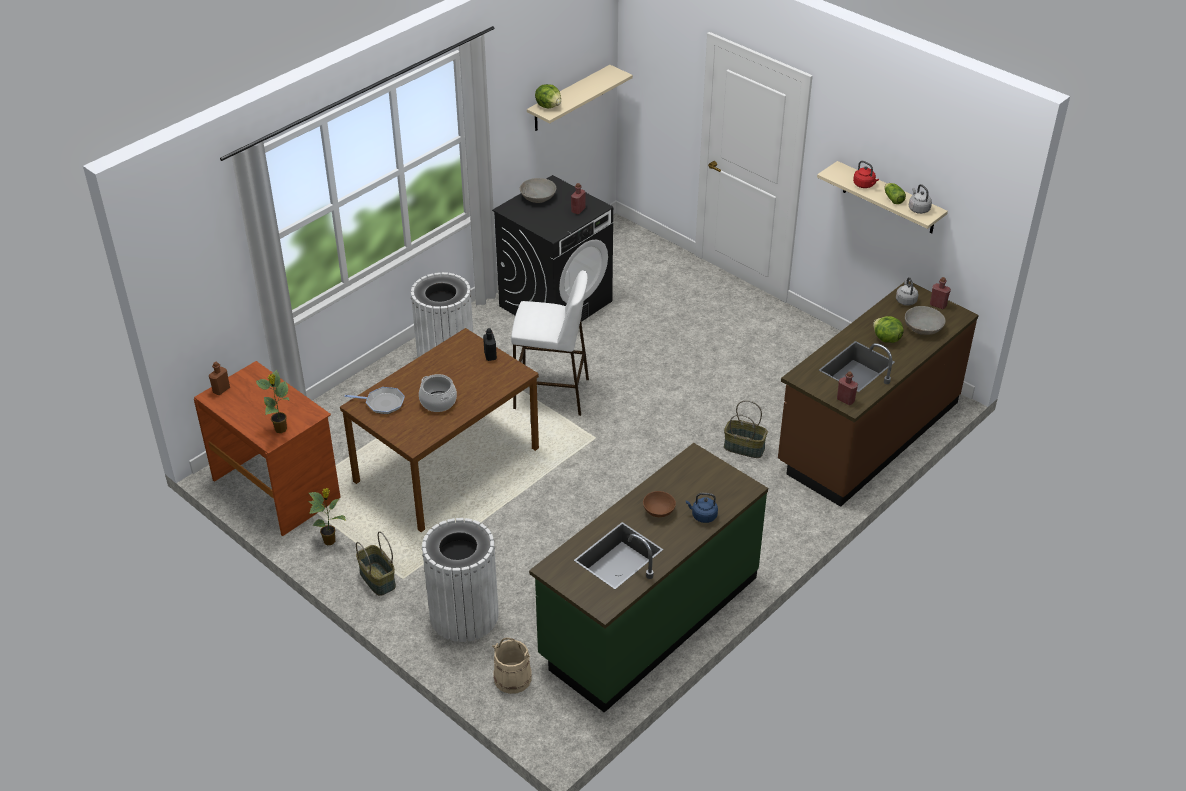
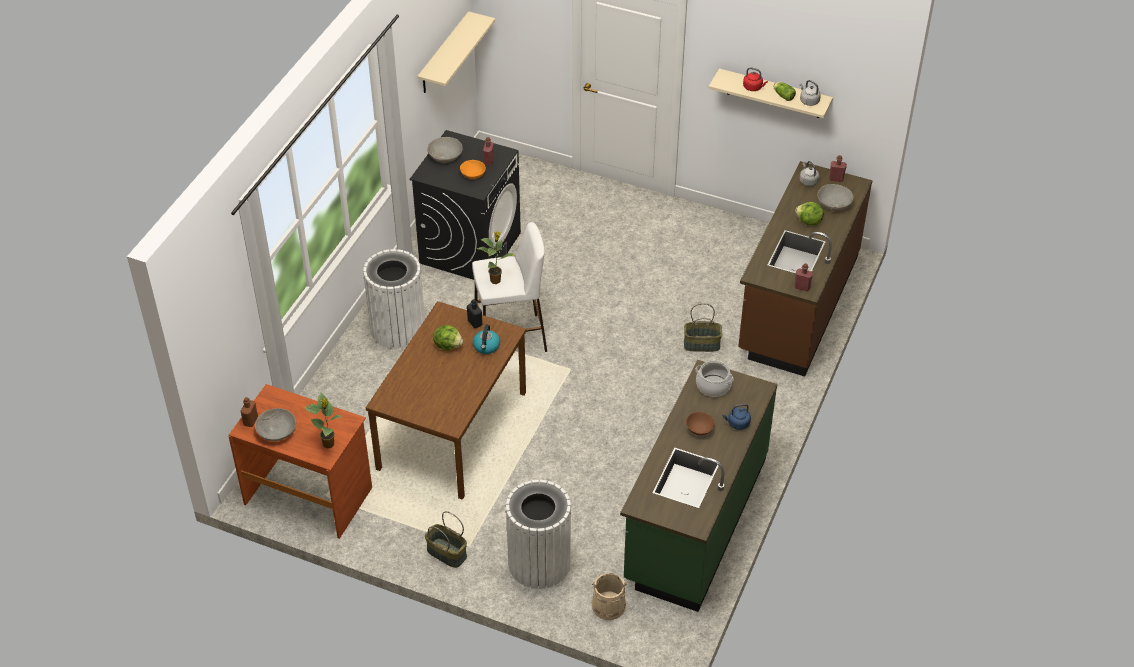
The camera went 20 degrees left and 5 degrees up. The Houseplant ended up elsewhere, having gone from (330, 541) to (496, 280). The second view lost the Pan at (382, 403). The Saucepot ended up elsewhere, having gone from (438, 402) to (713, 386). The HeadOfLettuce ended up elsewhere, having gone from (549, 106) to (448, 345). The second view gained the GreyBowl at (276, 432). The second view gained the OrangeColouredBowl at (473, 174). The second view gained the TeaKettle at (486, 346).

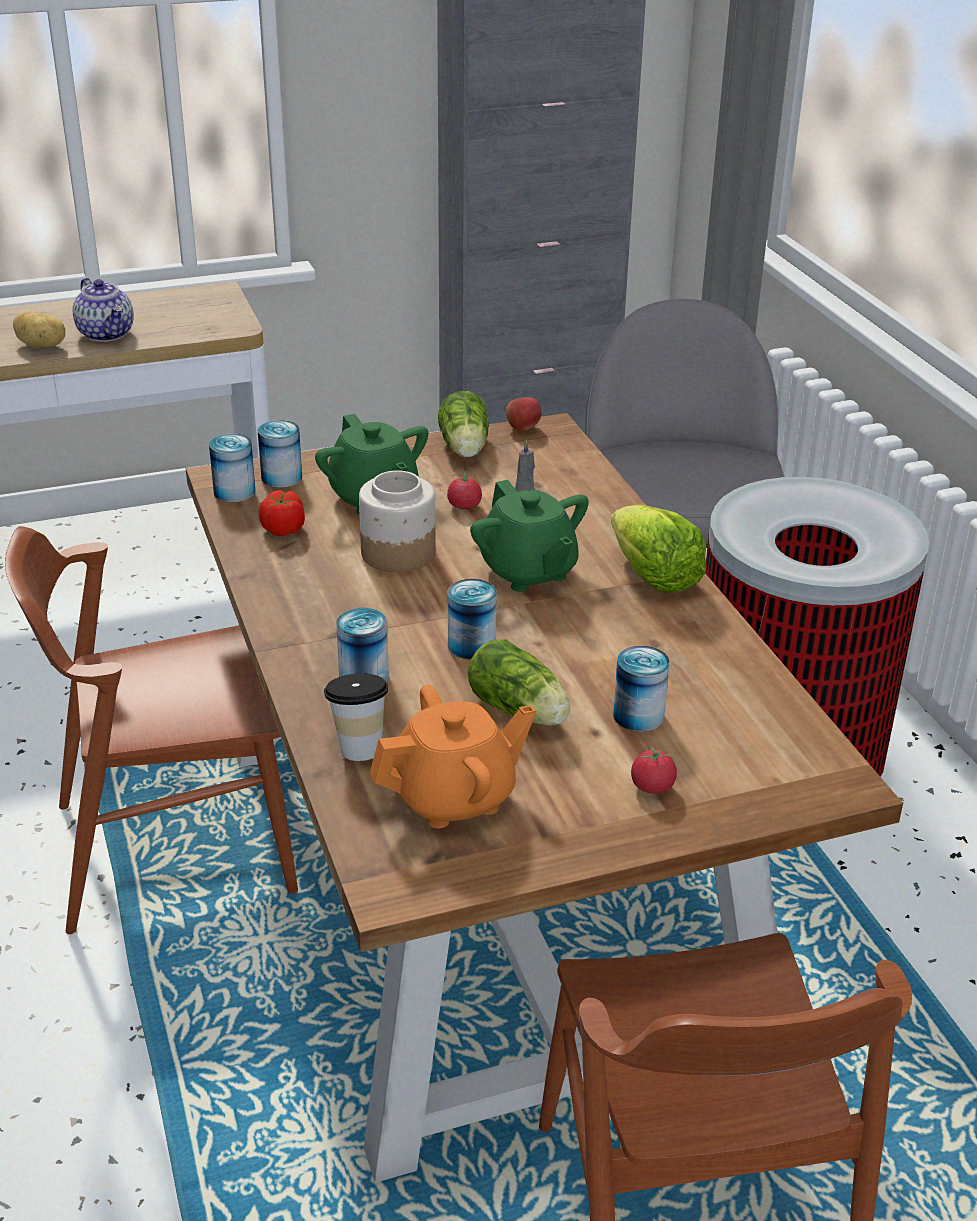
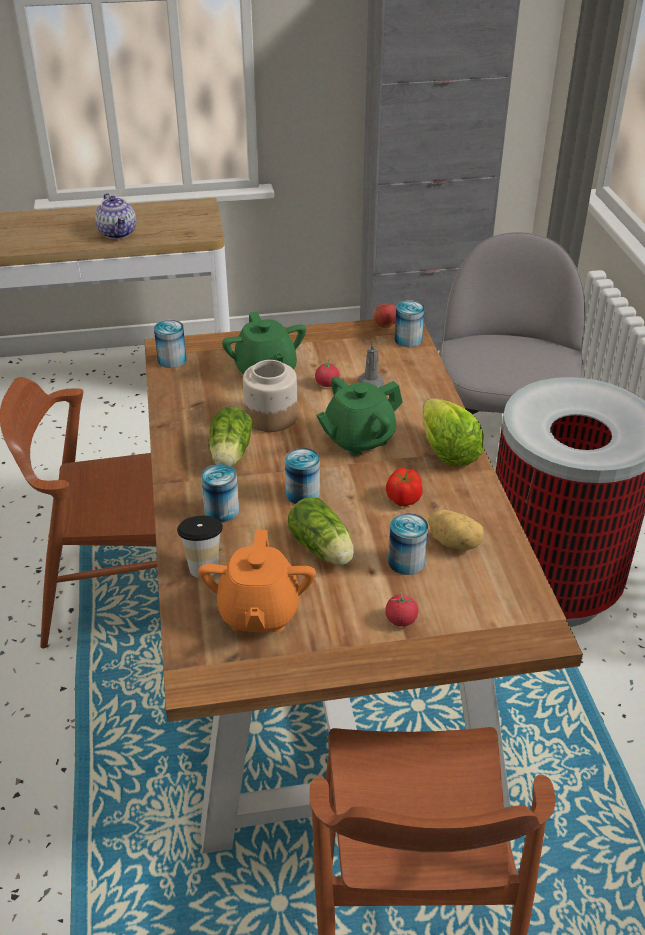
The camera went 10 degrees right and 5 degrees up. The Potato ended up elsewhere, having gone from (42, 346) to (455, 542). The MetalCan ended up elsewhere, having gone from (281, 477) to (408, 340). The WholeTomato ended up elsewhere, having gone from (283, 529) to (403, 499). The OrangeColouredPotForTea at (454, 798) ended up facing another way, 105 degrees clockwise from before. The HeadOfLettuce ended up elsewhere, having gone from (464, 449) to (229, 455). The GreenColouredPotForTea at (528, 571) ended up facing another way, 75 degrees clockwise from before.

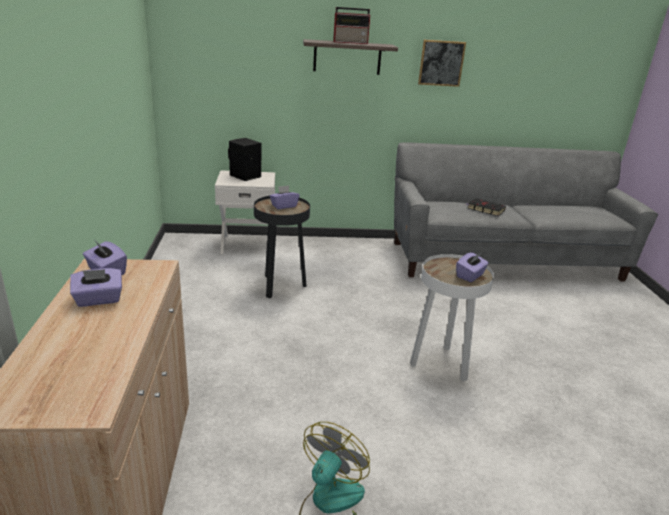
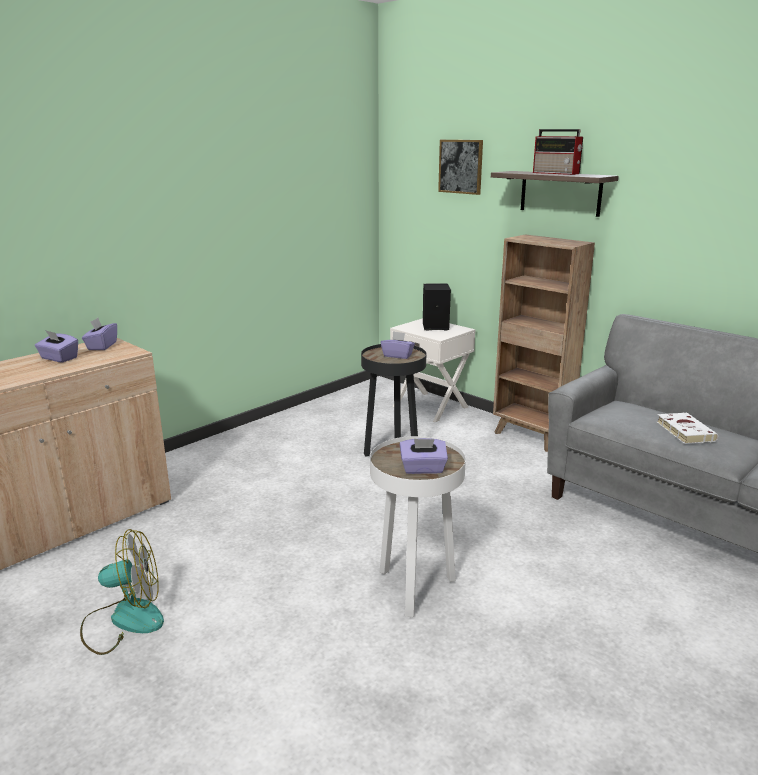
The camera went 50 degrees right and 5 degrees down. The Picture ended up elsewhere, having gone from (441, 63) to (461, 166). What was the BlackVolume at (484, 209) turned into the WhiteColouredVolume at (684, 431). The second view gained the BrownishBookshelf at (531, 437).

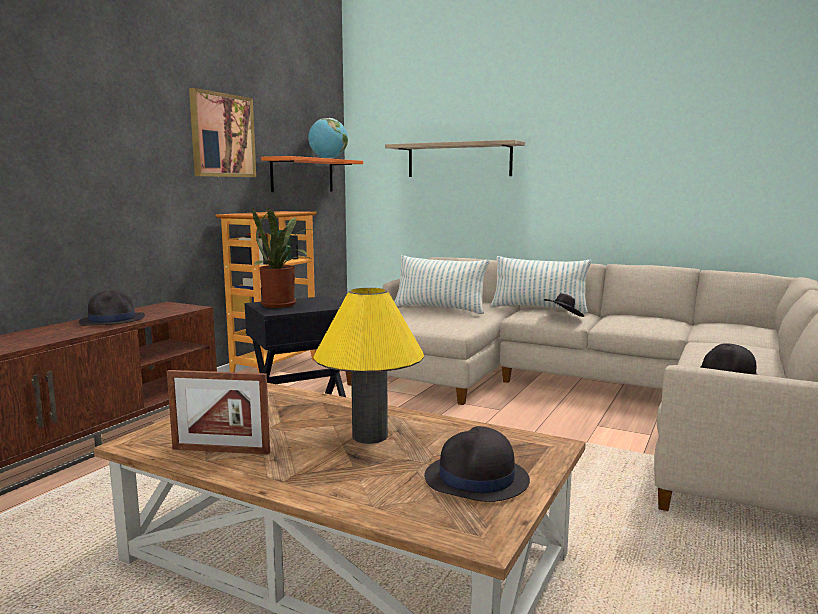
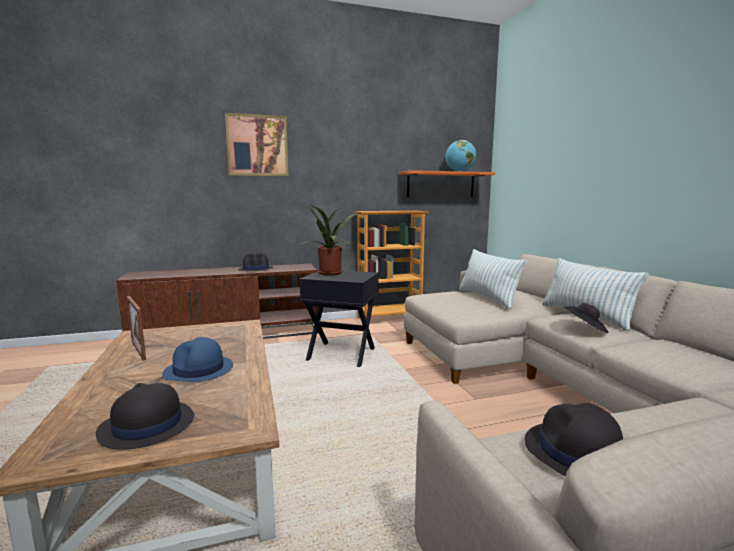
The camera went 45 degrees right and 0 degrees up. The Picture ended up elsewhere, having gone from (222, 135) to (257, 146). Where the YellowLampForATable stood at (370, 436), the BlueClothingHat came to stand at (199, 370). The second view lost the BracketShelf at (458, 160).

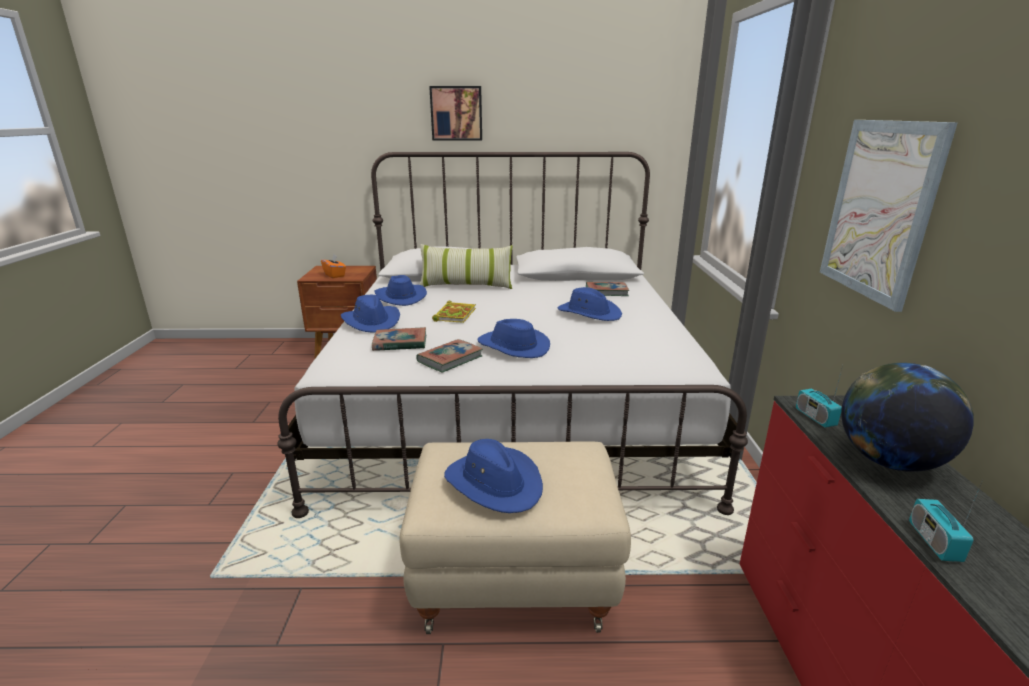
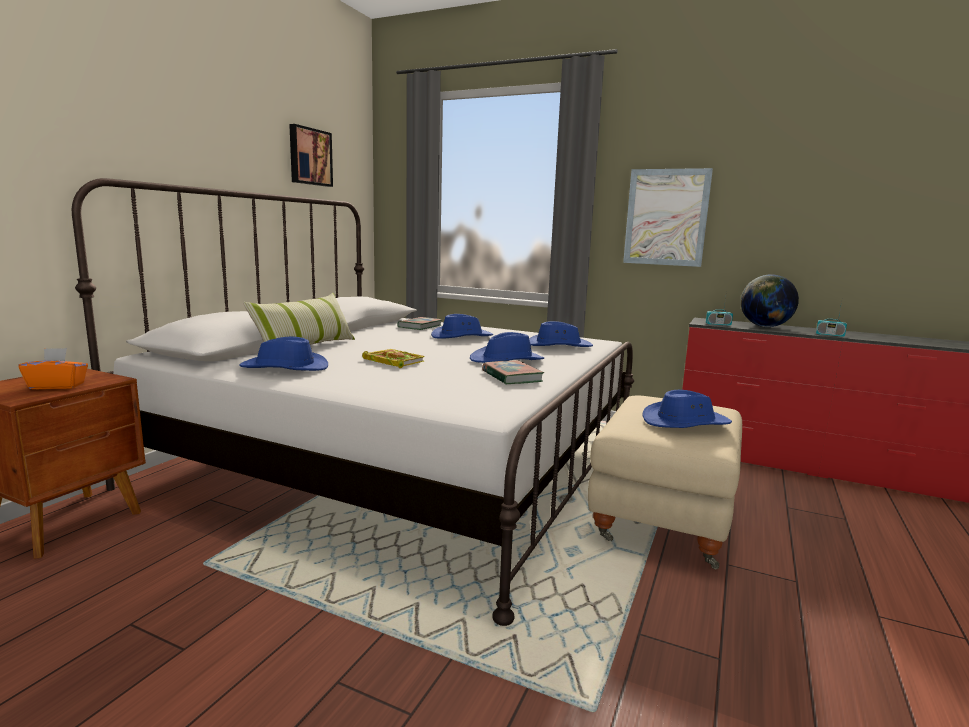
The camera went 65 degrees left and 10 degrees down. The BlueClothingHat ended up elsewhere, having gone from (372, 322) to (558, 345). The second view lost the Volume at (400, 343). The Picture ended up elsewhere, having gone from (456, 113) to (309, 157).

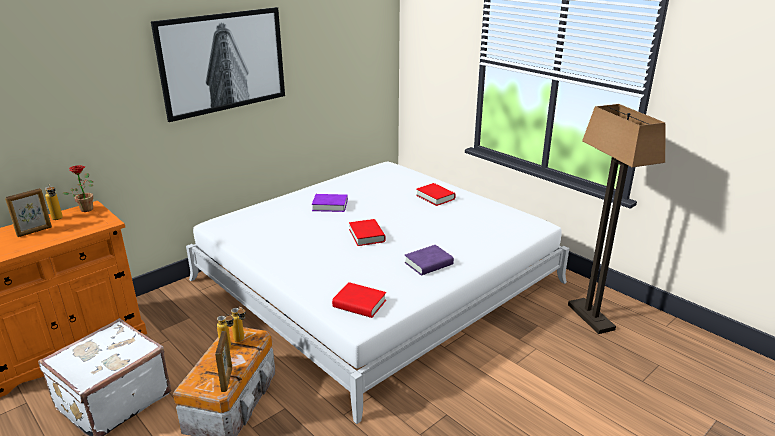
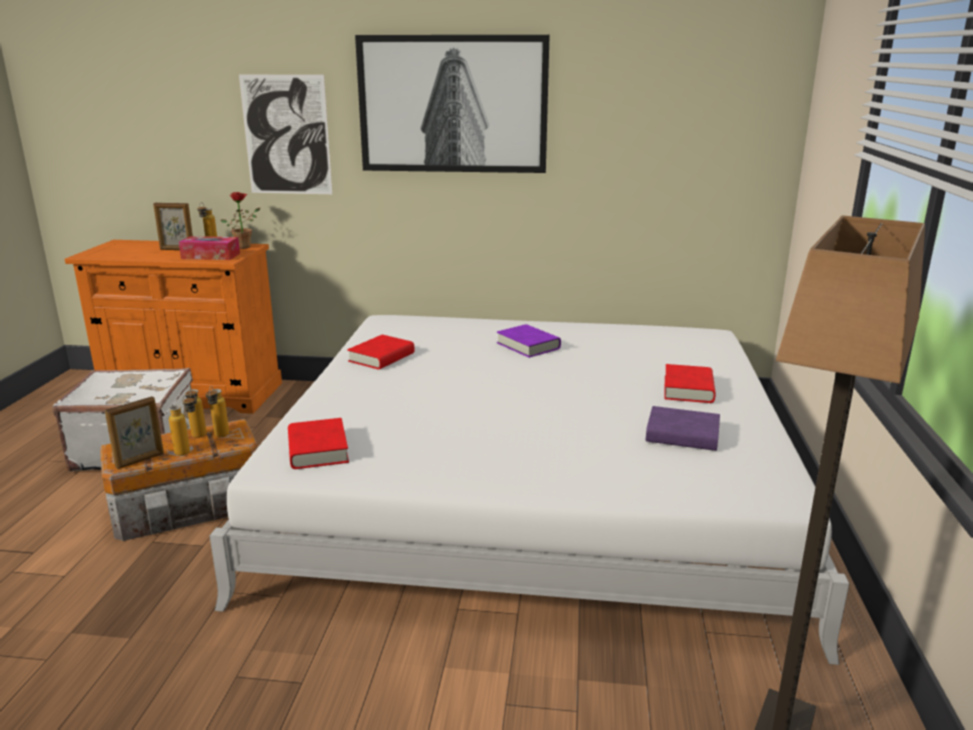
The camera went 50 degrees right and 5 degrees down. The RedVolume ended up elsewhere, having gone from (367, 235) to (381, 357). The PurpleColouredVolume ended up elsewhere, having gone from (428, 264) to (682, 435). The second view gained the BeverageBottle at (189, 451). The second view gained the TissueHolder at (211, 256). The second view gained the Picture at (286, 135).

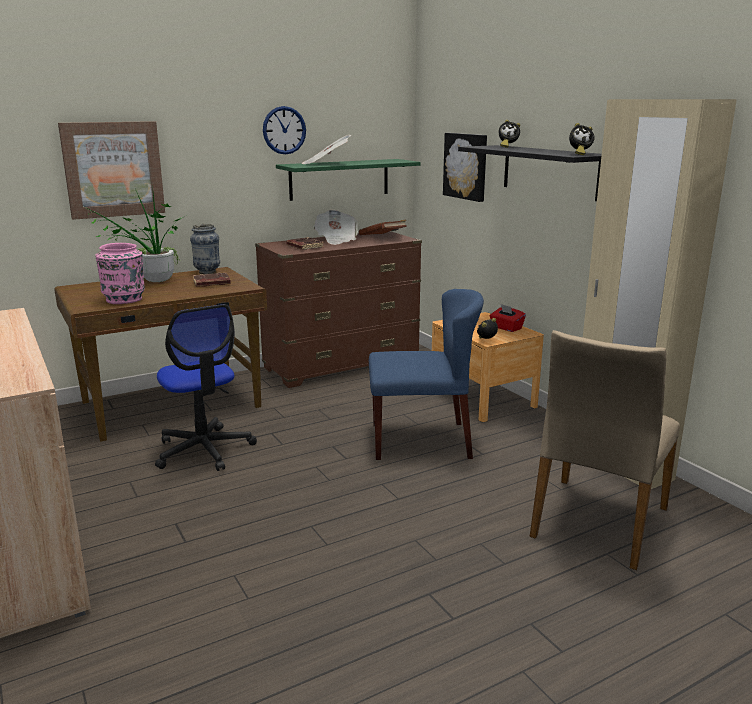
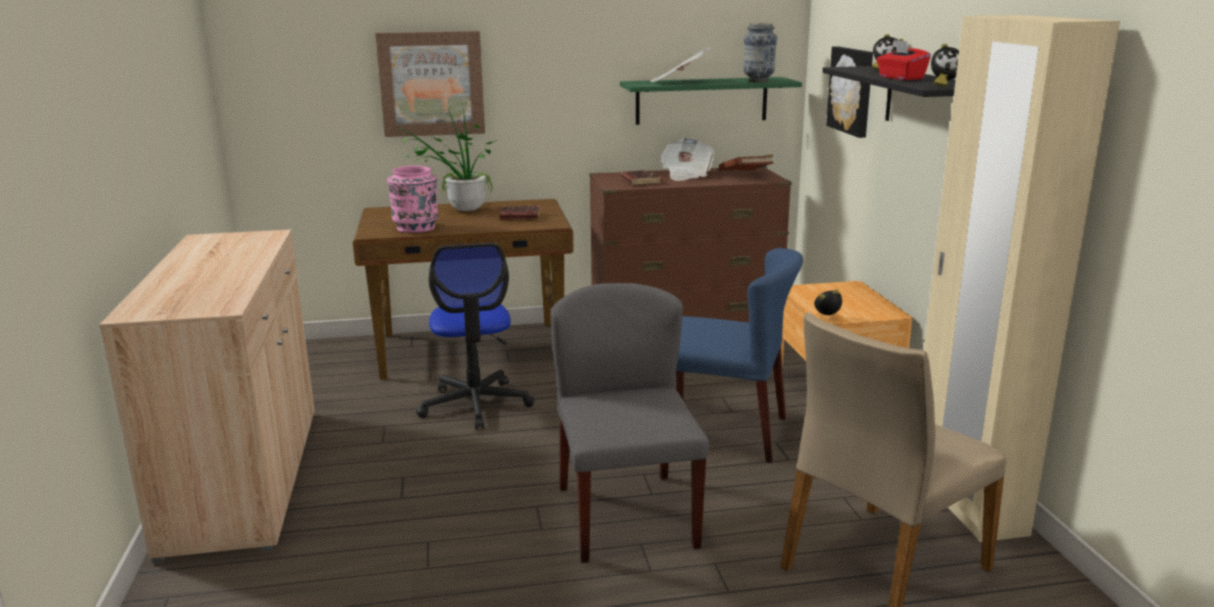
The camera went 20 degrees right and 0 degrees up. The FlowerVase ended up elsewhere, having gone from (207, 272) to (758, 81). The second view lost the WallClock at (284, 130). The RedTissueHolder ended up elsewhere, having gone from (506, 328) to (900, 78). The second view gained the GreyUprightChair at (625, 515).

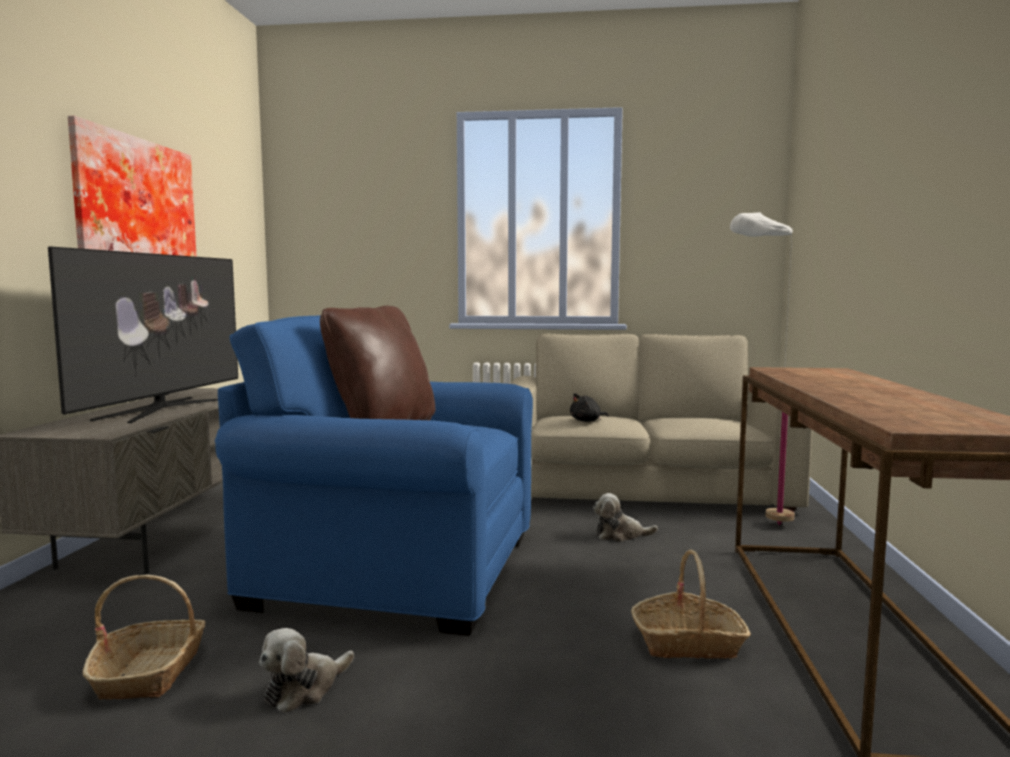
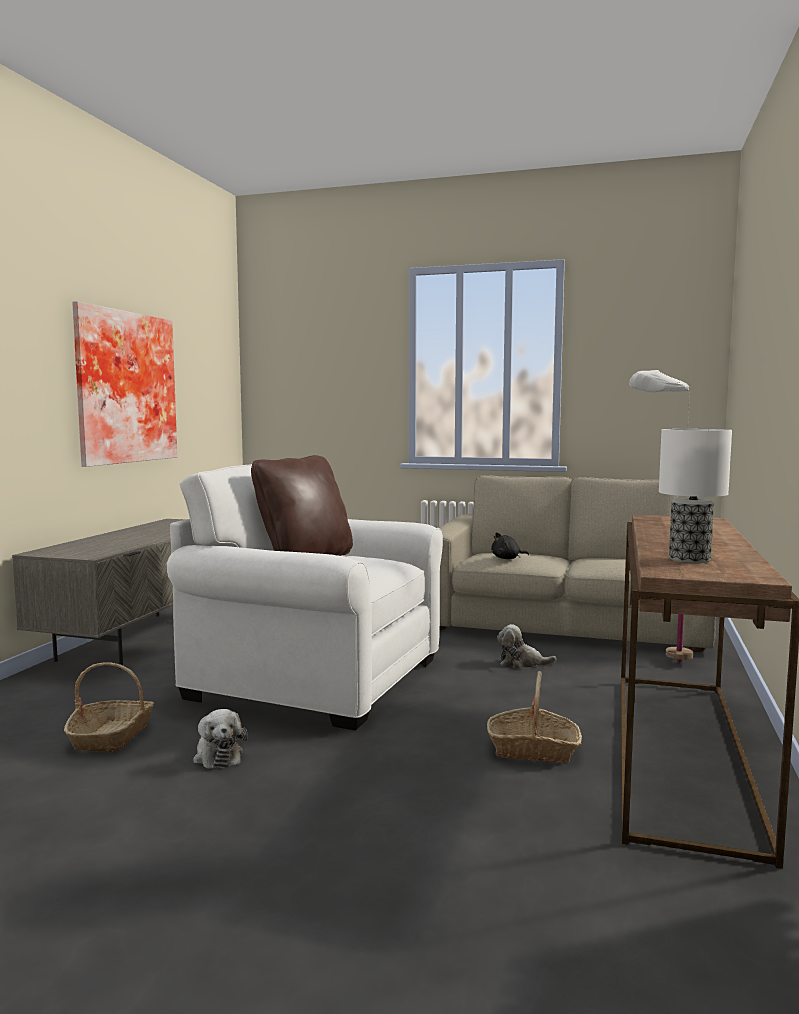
The camera went 10 degrees right and 0 degrees up. The second view lost the Television at (162, 409). What was the BlueArmchair at (398, 569) turned into the WhiteColouredArmchair at (317, 678). The PlushToy at (304, 689) ended up facing another way, 75 degrees counterclockwise from before. The second view gained the LampForATable at (690, 559).

